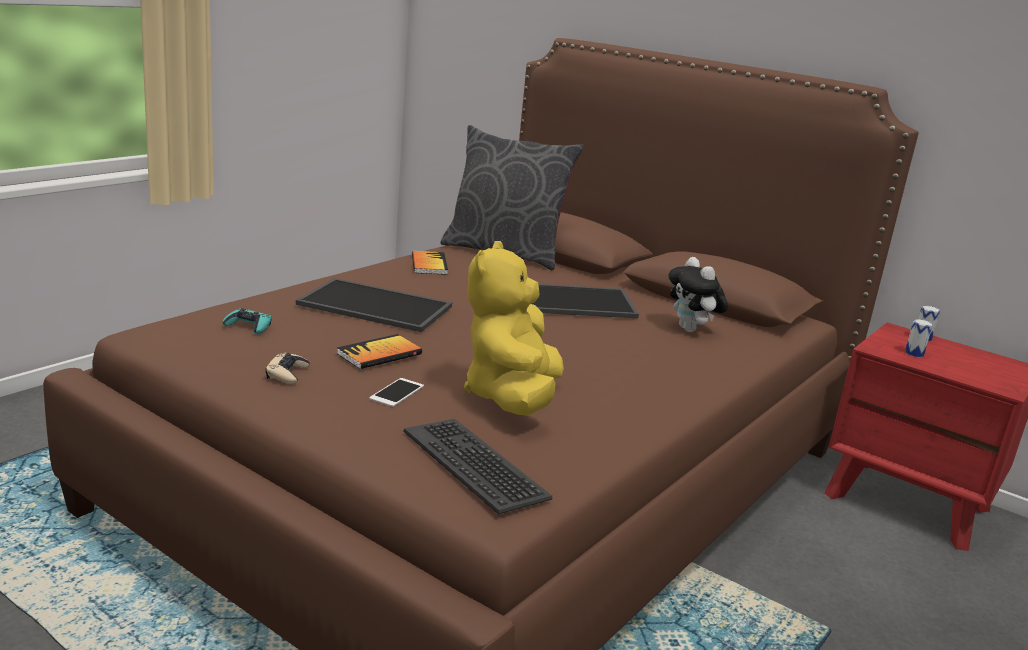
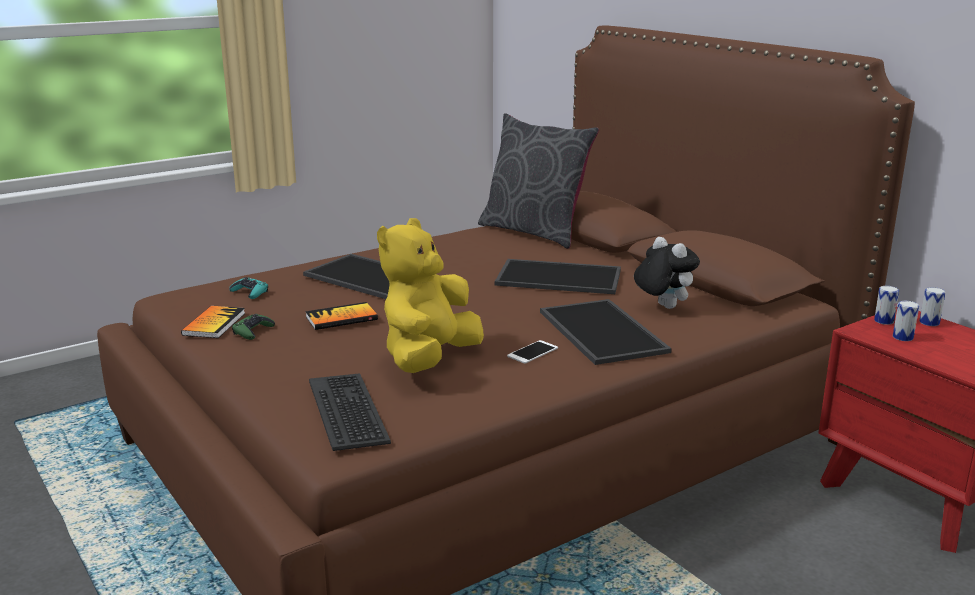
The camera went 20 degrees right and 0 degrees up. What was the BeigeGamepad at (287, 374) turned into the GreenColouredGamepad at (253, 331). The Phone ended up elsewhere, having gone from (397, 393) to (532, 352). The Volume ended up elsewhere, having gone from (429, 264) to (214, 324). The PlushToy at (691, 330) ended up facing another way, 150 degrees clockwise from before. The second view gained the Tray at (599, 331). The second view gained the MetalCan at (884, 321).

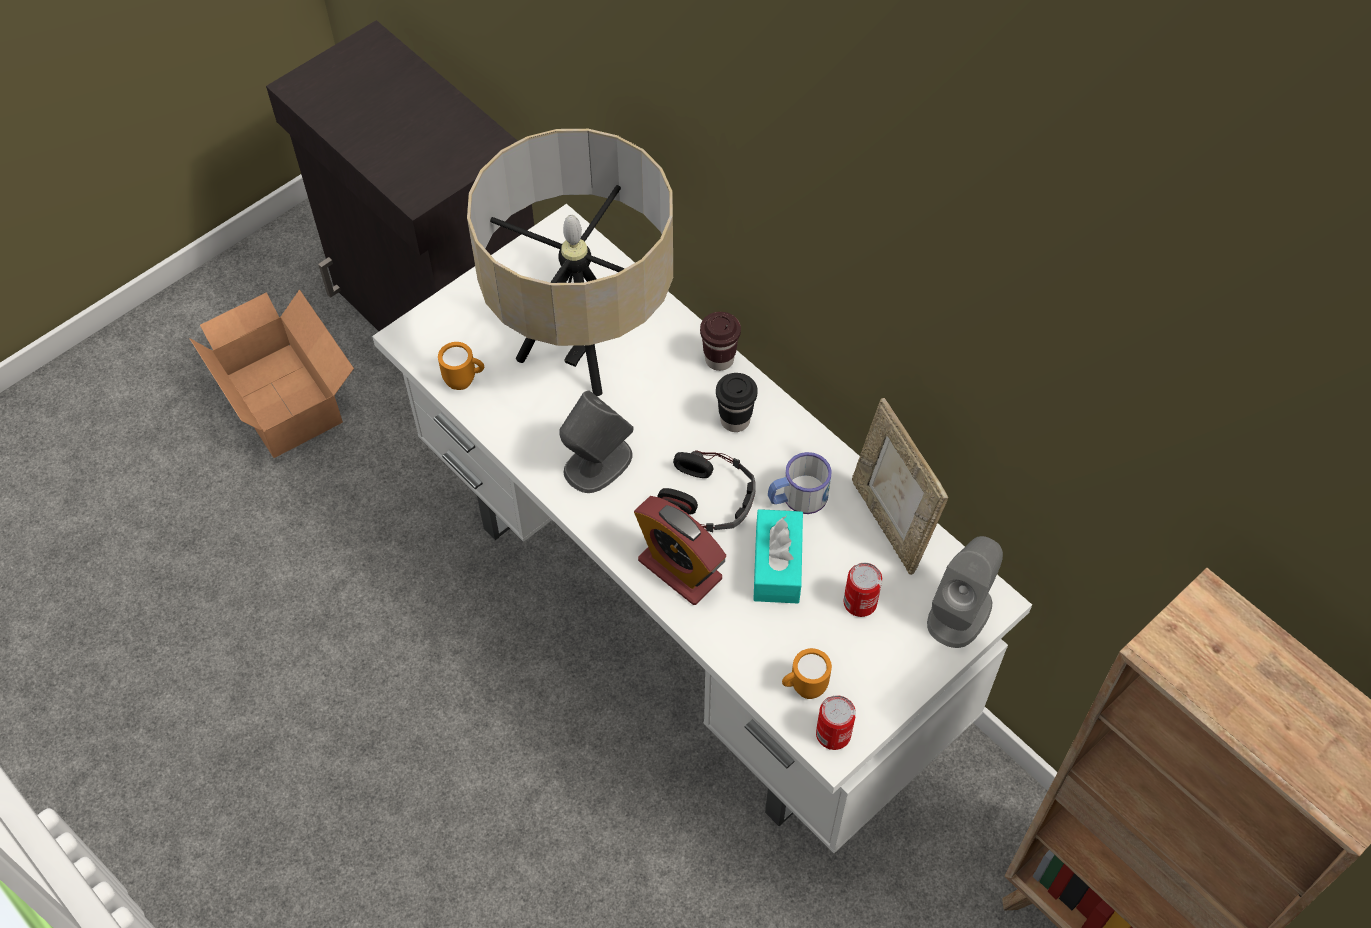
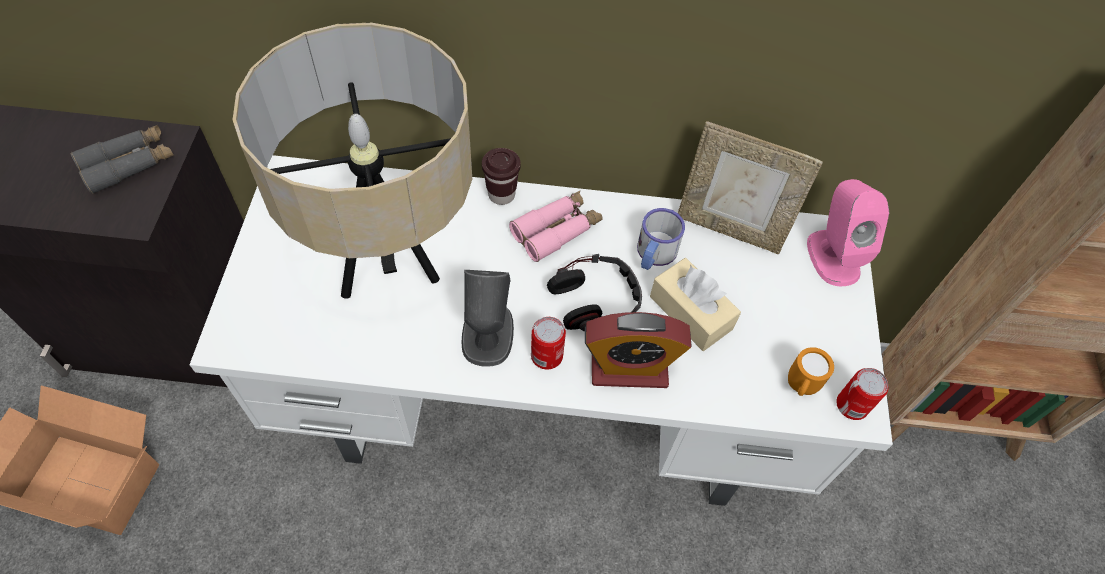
The camera went 45 degrees left and 0 degrees up. The second view lost the OrangeColouredCoffeeMug at (465, 381). Where the BlackSmallCup stood at (735, 420), the PinkishBinoculars came to stand at (556, 230). What was the TurquoiseColouredTissueHolder at (777, 565) turned into the BeigeTissueHolder at (690, 312). The MetalCan ended up elsewhere, having gone from (860, 602) to (546, 355). What was the GreySpeaker at (960, 612) turned into the PinkishSpeaker at (833, 256). The second view gained the GreyBinoculars at (129, 164).

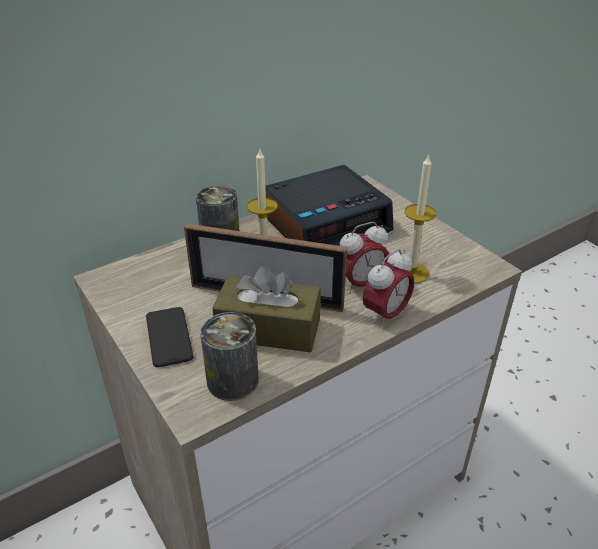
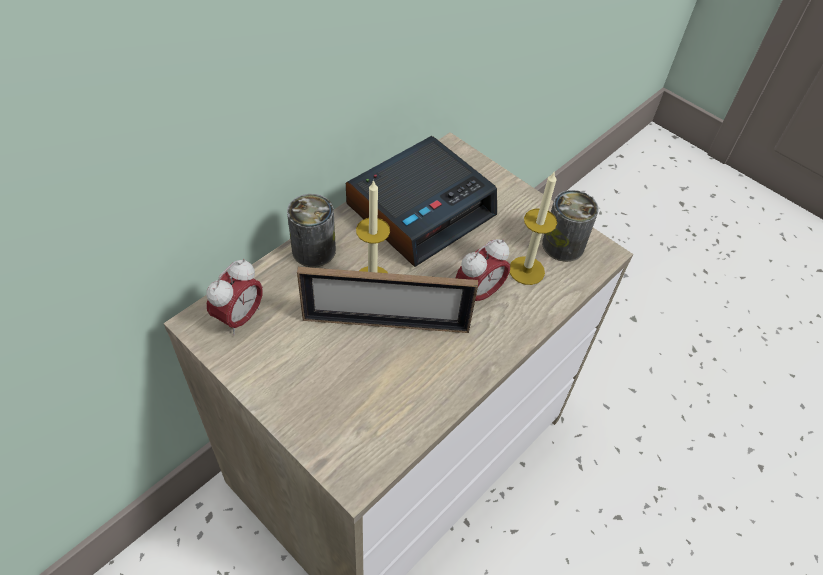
The camera went 15 degrees left and 15 degrees up. The second view lost the Phone at (169, 337). The MetalCan ended up elsewhere, having gone from (232, 381) to (563, 245). The second view lost the BrownishTissueHolder at (268, 329). The BedsideClock ended up elsewhere, having gone from (386, 315) to (239, 318).

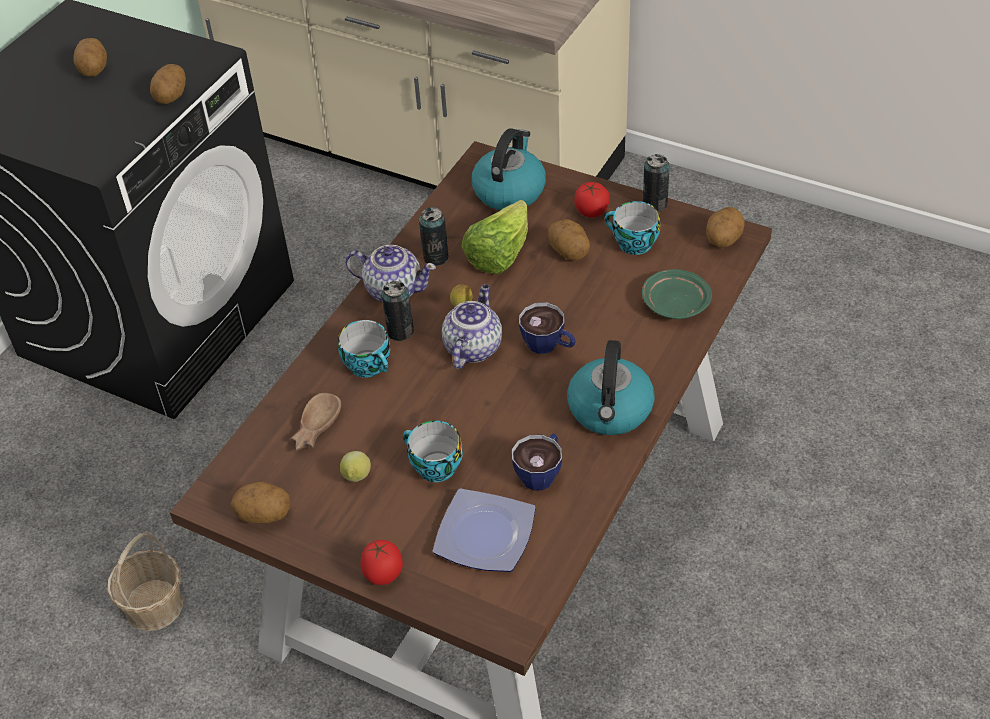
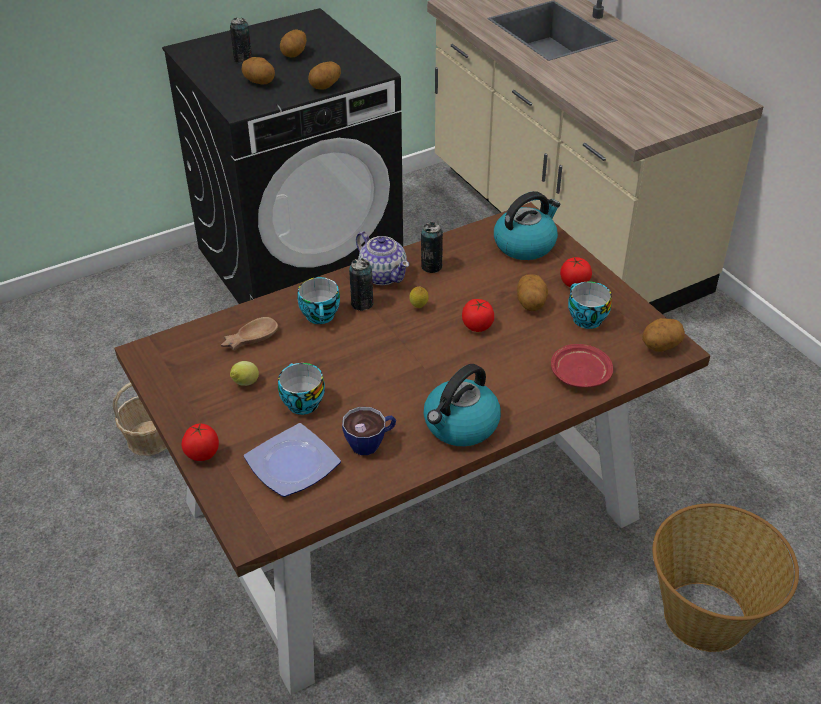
The camera went 30 degrees right and 5 degrees down. The Potato ended up elsewhere, having gone from (264, 515) to (259, 82). The second view lost the PotForTea at (473, 347). The second view lost the HeadOfLettuce at (499, 255). The second view lost the SmallCup at (549, 346). What was the GreenColouredFlatDish at (674, 303) turned into the RedFlatDish at (579, 374). The MetalCan ended up elsewhere, having gone from (655, 204) to (243, 59). The second view gained the WholeTomato at (477, 325). The second view gained the HouseholdBasket at (706, 616).

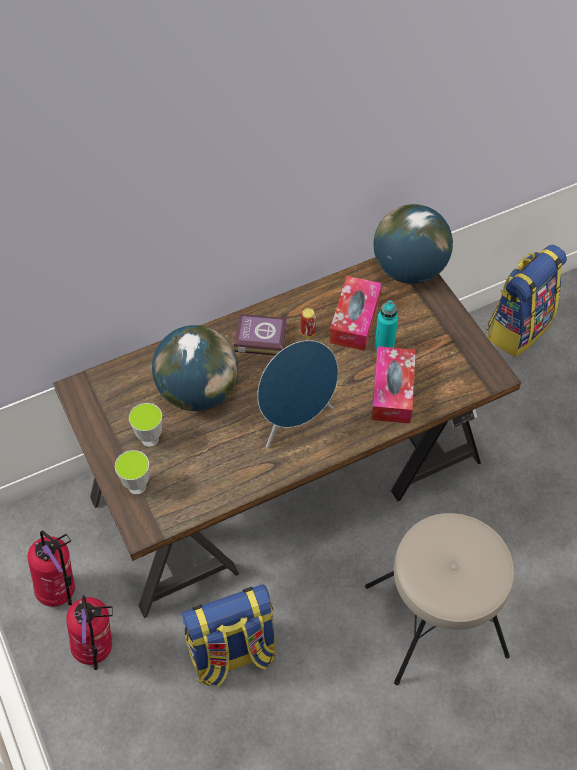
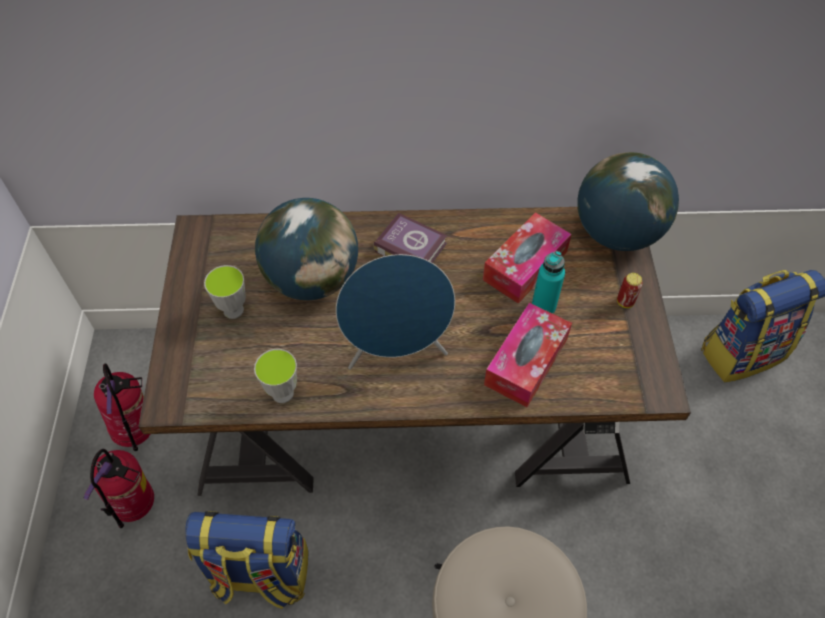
The camera went 25 degrees right and 0 degrees up. The SmallCup ended up elsewhere, having gone from (137, 486) to (283, 393). The MetalCan ended up elsewhere, having gone from (308, 332) to (625, 302).

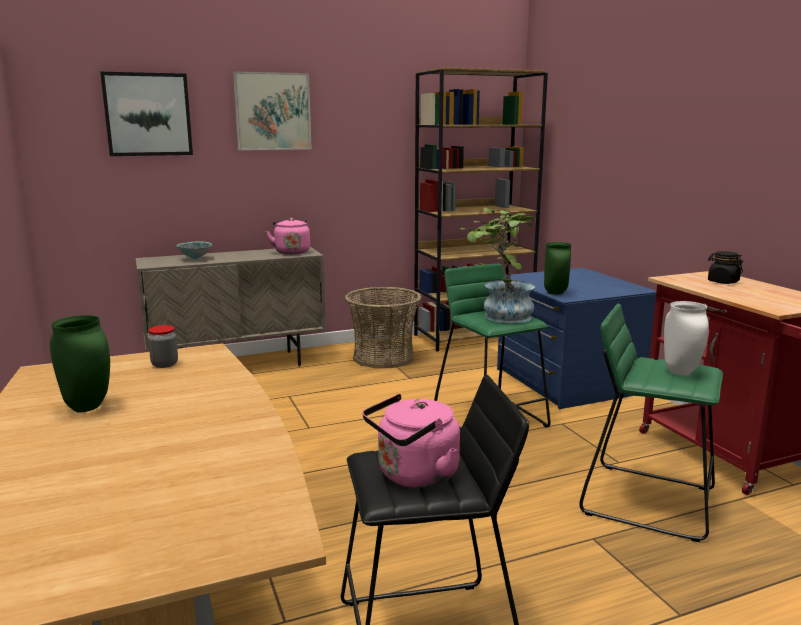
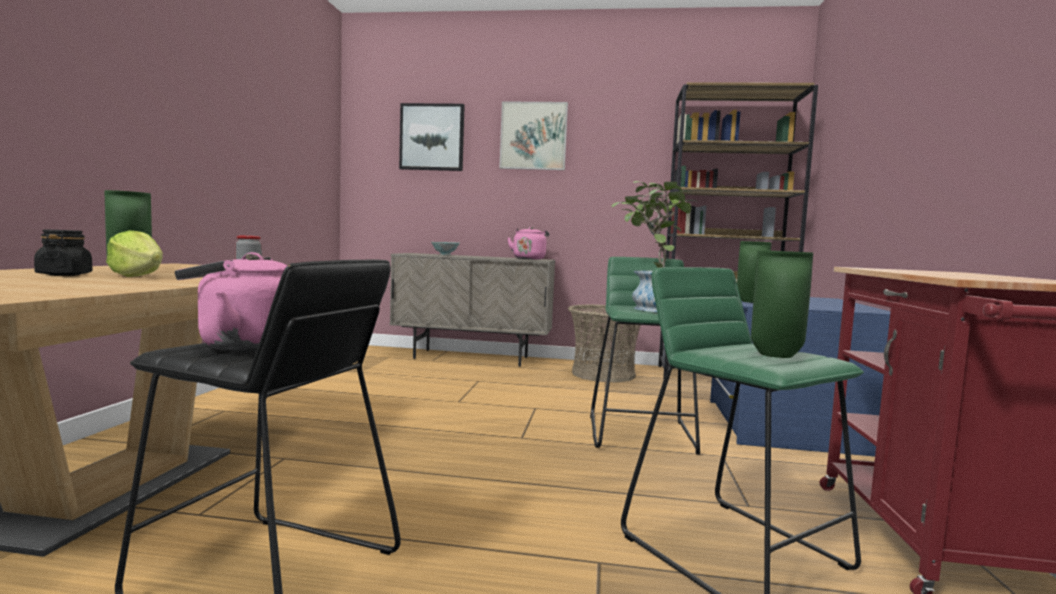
The camera went 30 degrees right and 10 degrees down. What was the WhiteColouredFlowerVase at (679, 372) turned into the GreenColouredFlowerVase at (774, 355). The BlackPreserveJar ended up elsewhere, having gone from (723, 282) to (64, 275). The second view gained the HeadOfLettuce at (137, 276).

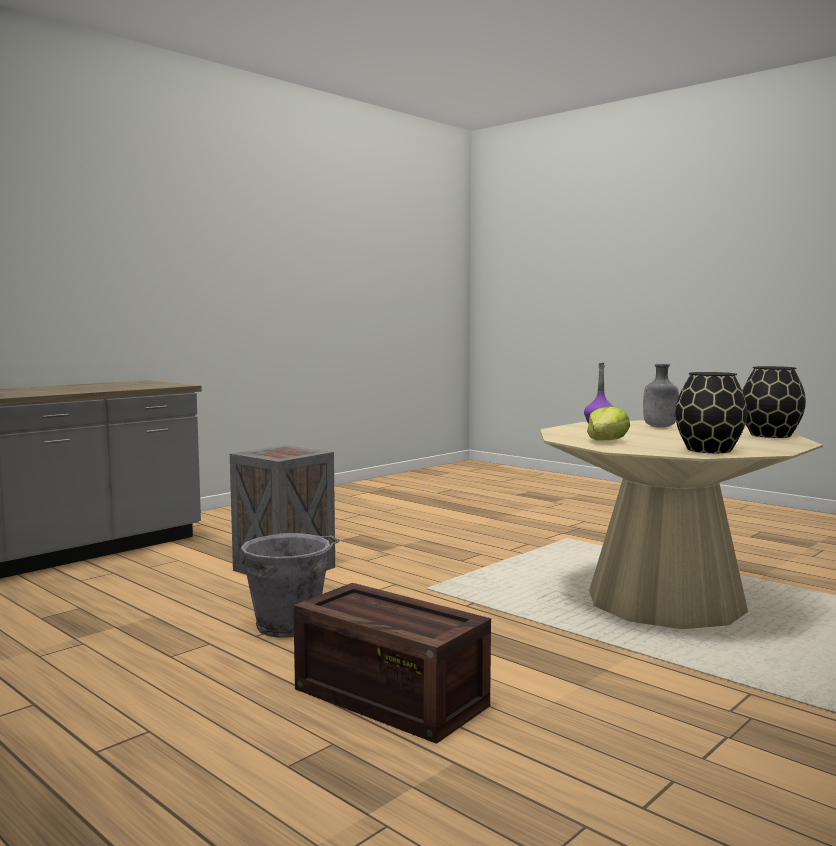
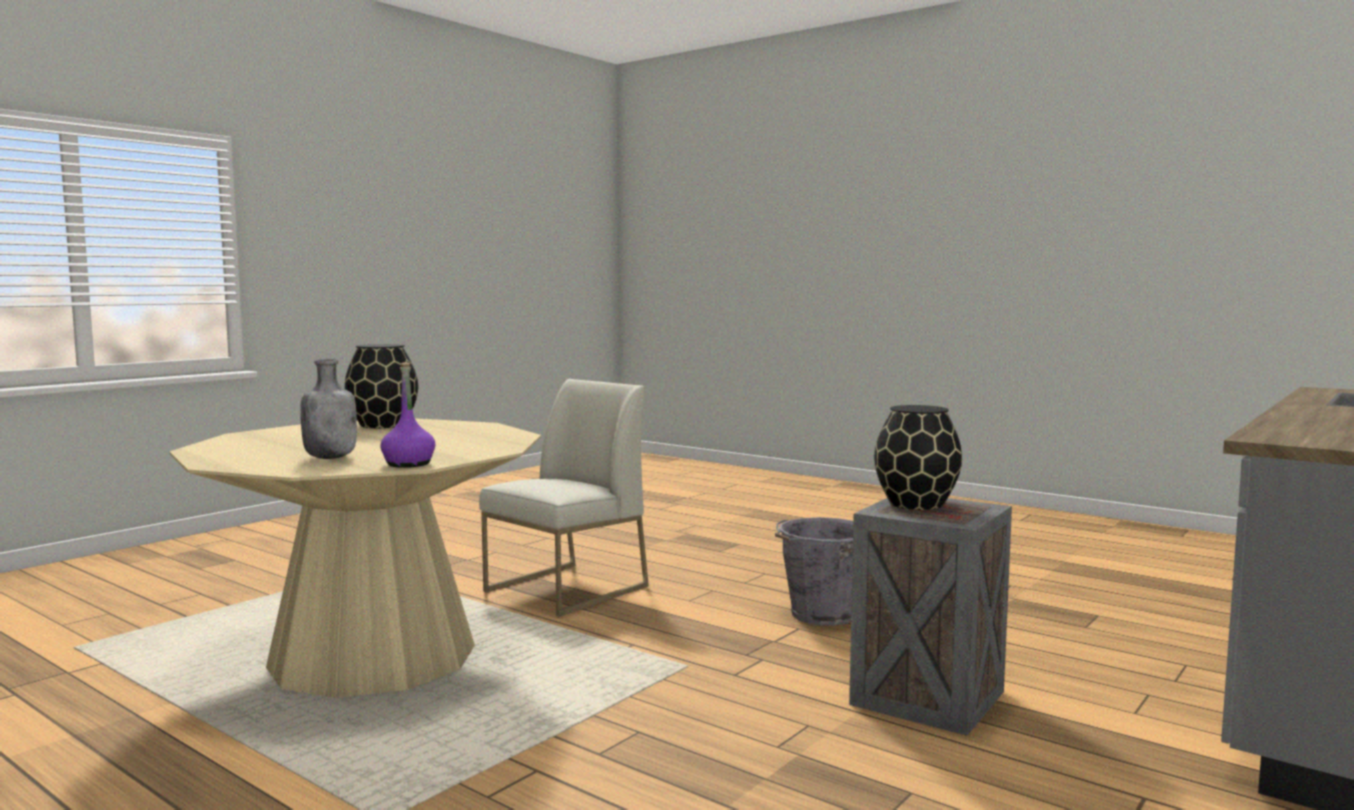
The camera went 175 degrees right and 0 degrees up. The second view lost the PackingCrate at (386, 697). The second view lost the HeadOfLettuce at (606, 441). The BlackFlowerVase ended up elsewhere, having gone from (771, 435) to (915, 503). The second view gained the WhiteColouredUprightChair at (566, 589).

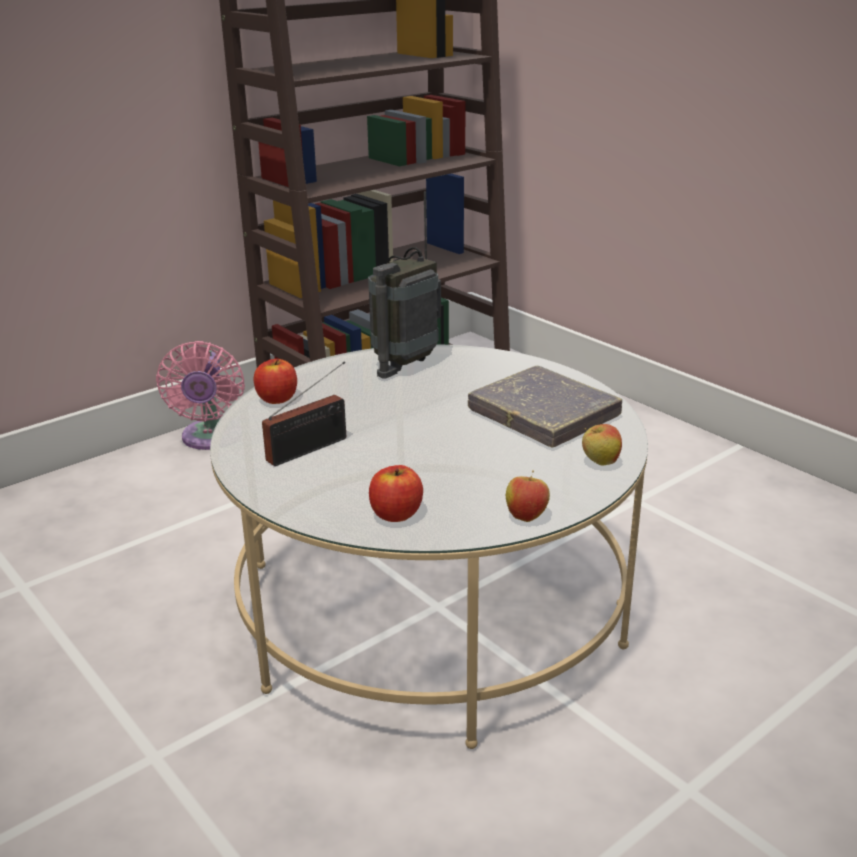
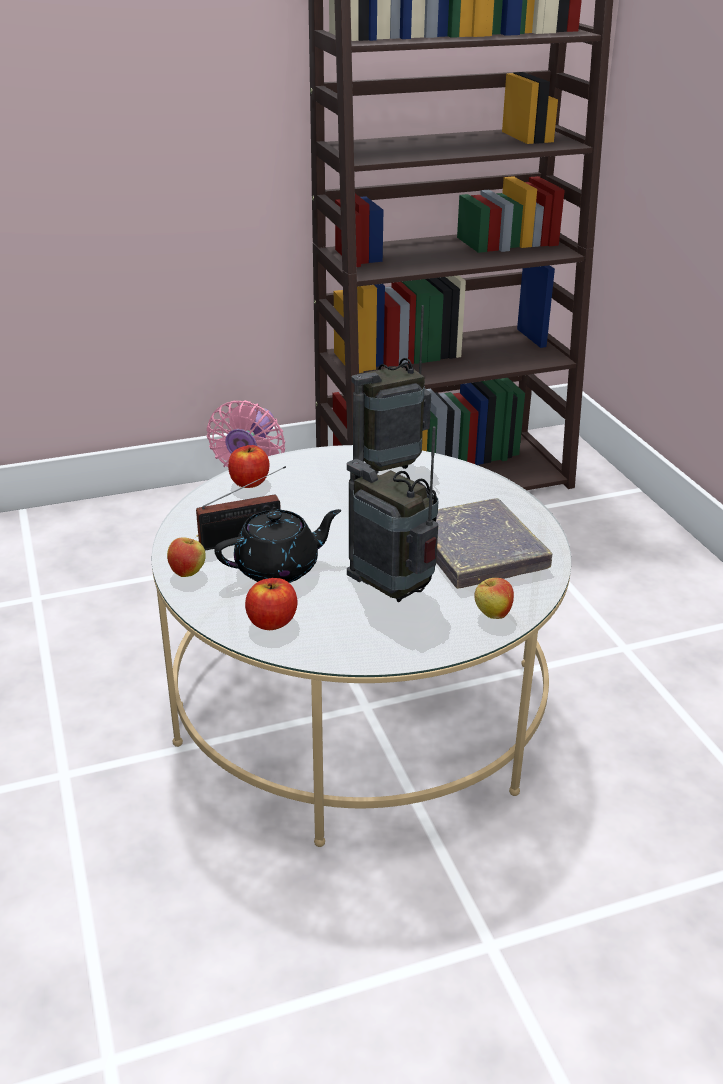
The camera went 20 degrees right and 5 degrees up. The AppleFruit ended up elsewhere, having gone from (526, 516) to (188, 572). The second view gained the BlackPotForTea at (279, 568). The second view gained the RadioSet at (392, 590).

